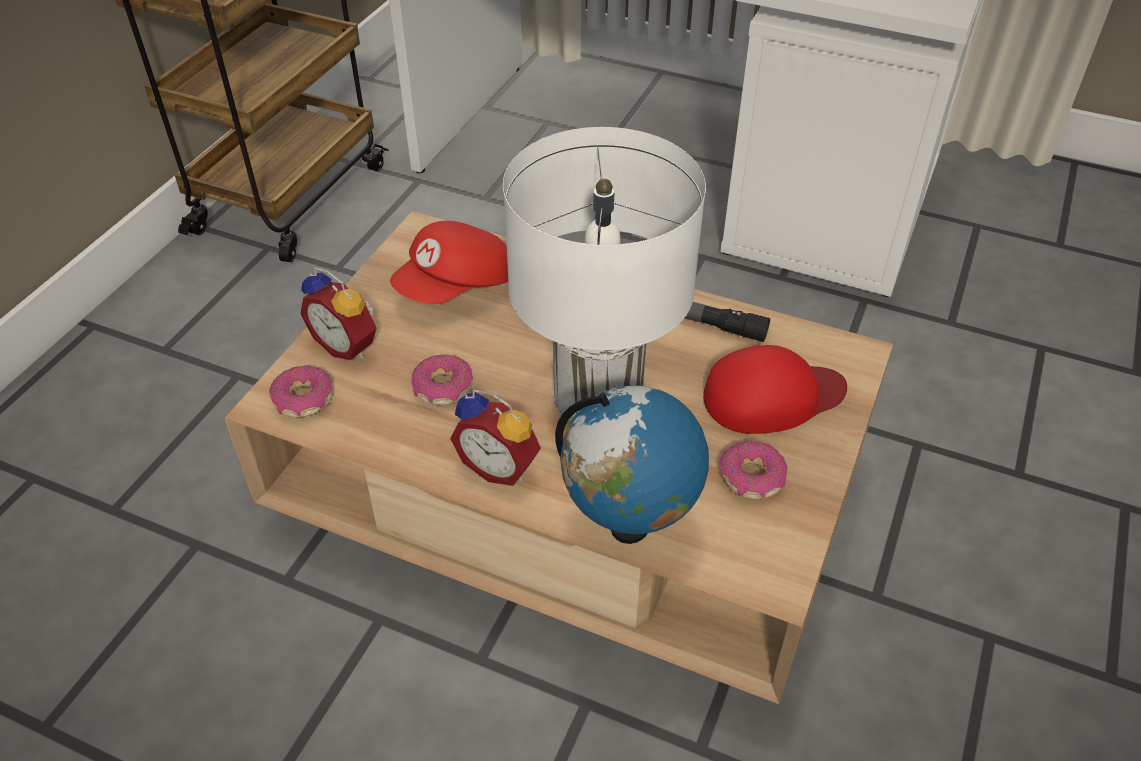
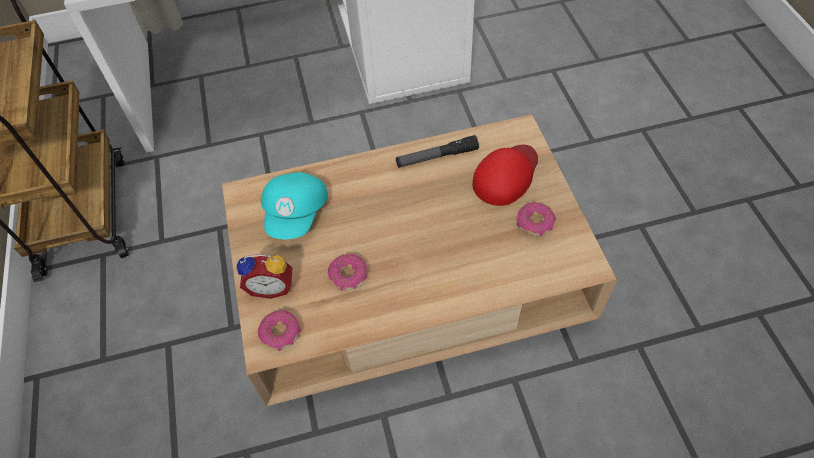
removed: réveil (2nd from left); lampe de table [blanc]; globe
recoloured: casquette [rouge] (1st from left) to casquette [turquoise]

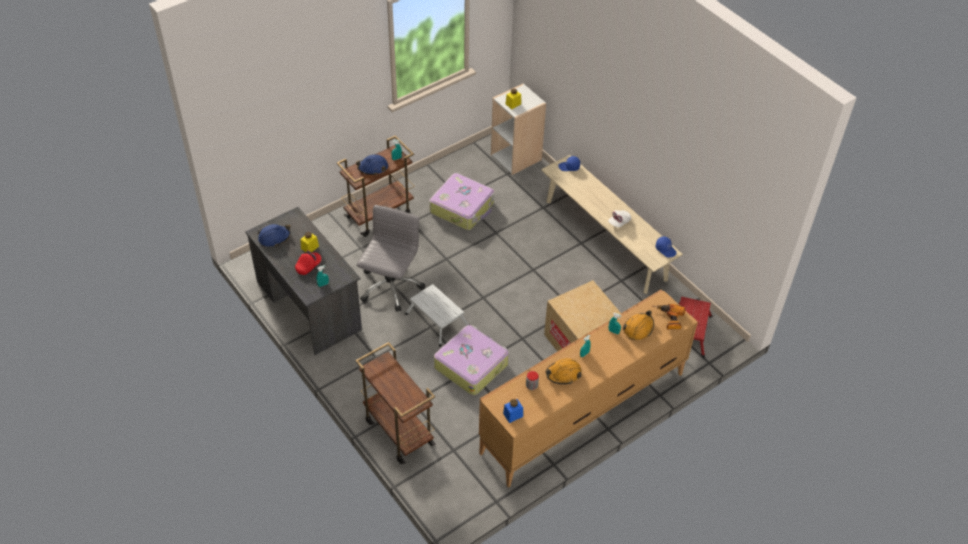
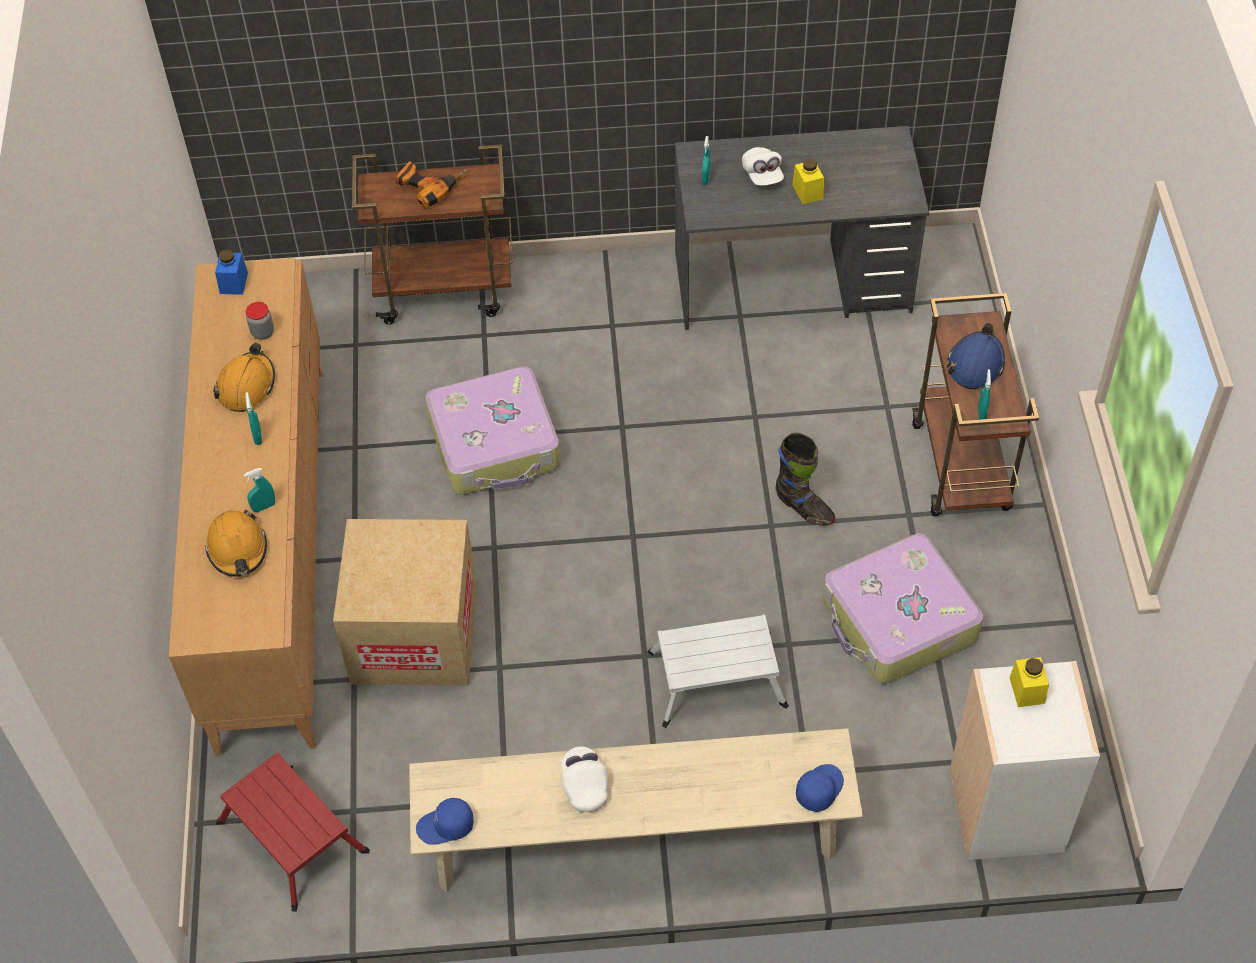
removed: casque de chantier [bleu] (1st from left); chaise de bureau [gris]
added: botte [noir]
moved: escabeau [blanc]; perceuse
recoloured: casquette [rouge] to casquette [blanc] (2nd from left)

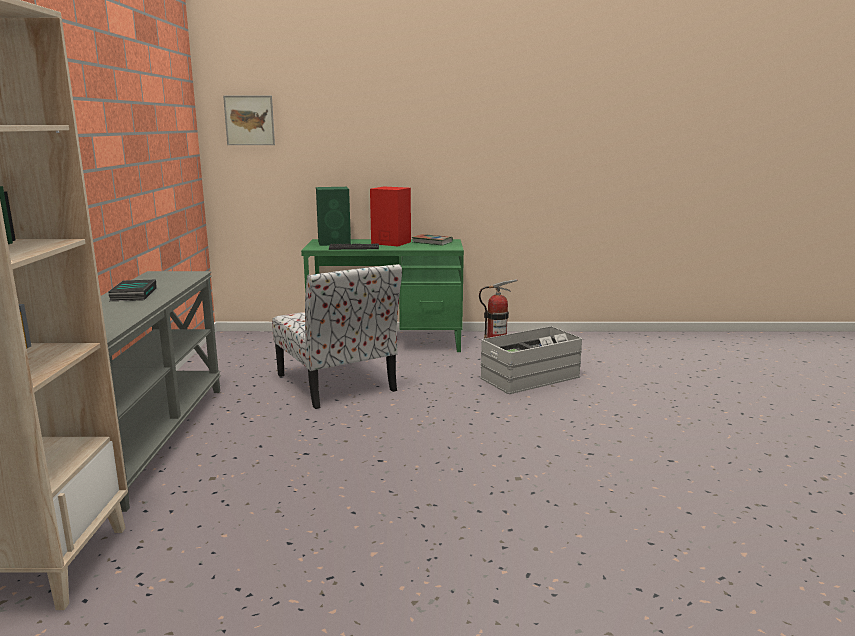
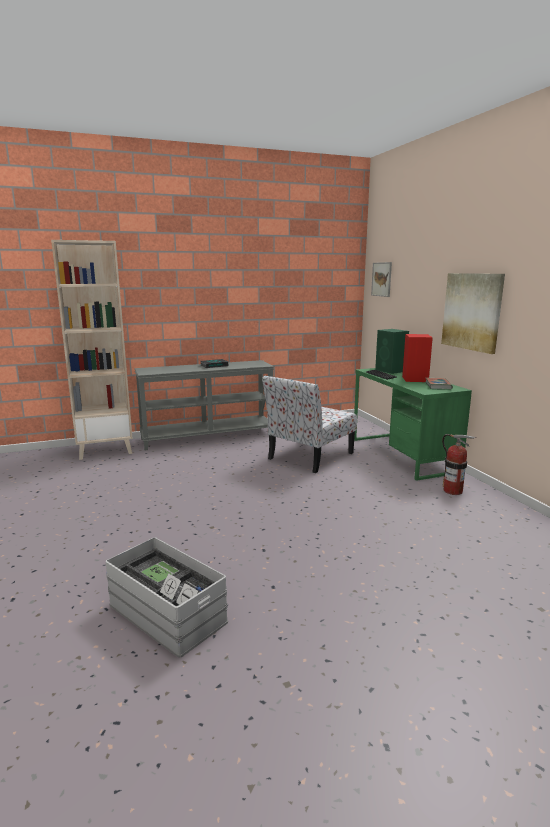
added: tableau (2nd from left)
moved: boîte de rangement [gris]

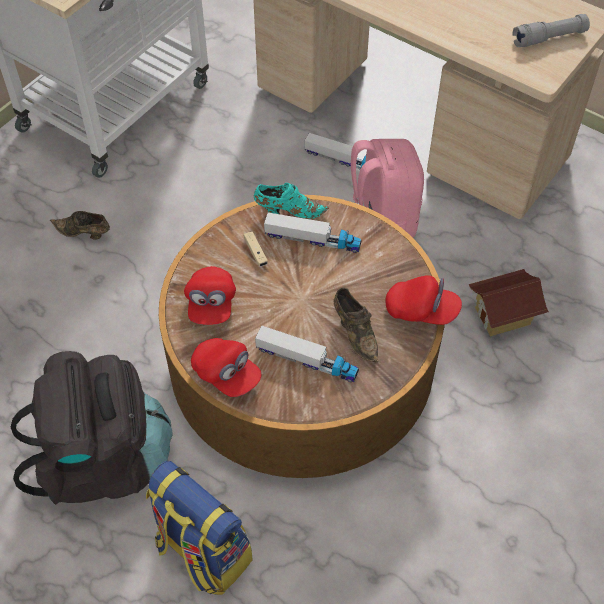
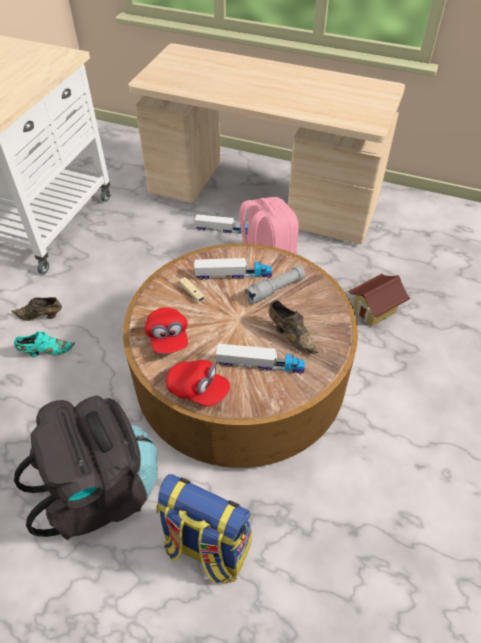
removed: casquette [rouge] (3rd from left)
moved: chaussure [turquoise]; lampe de poche [gris]

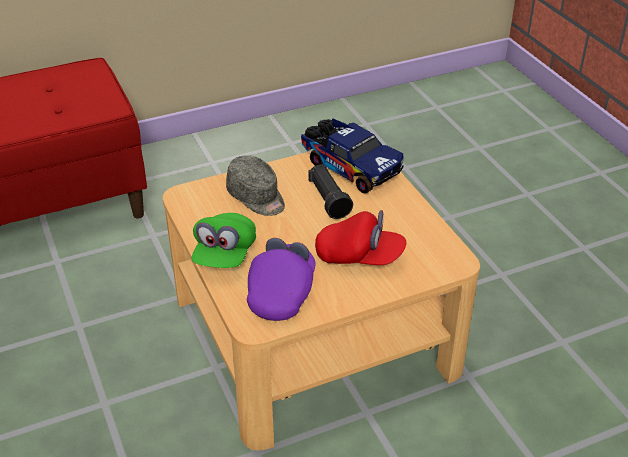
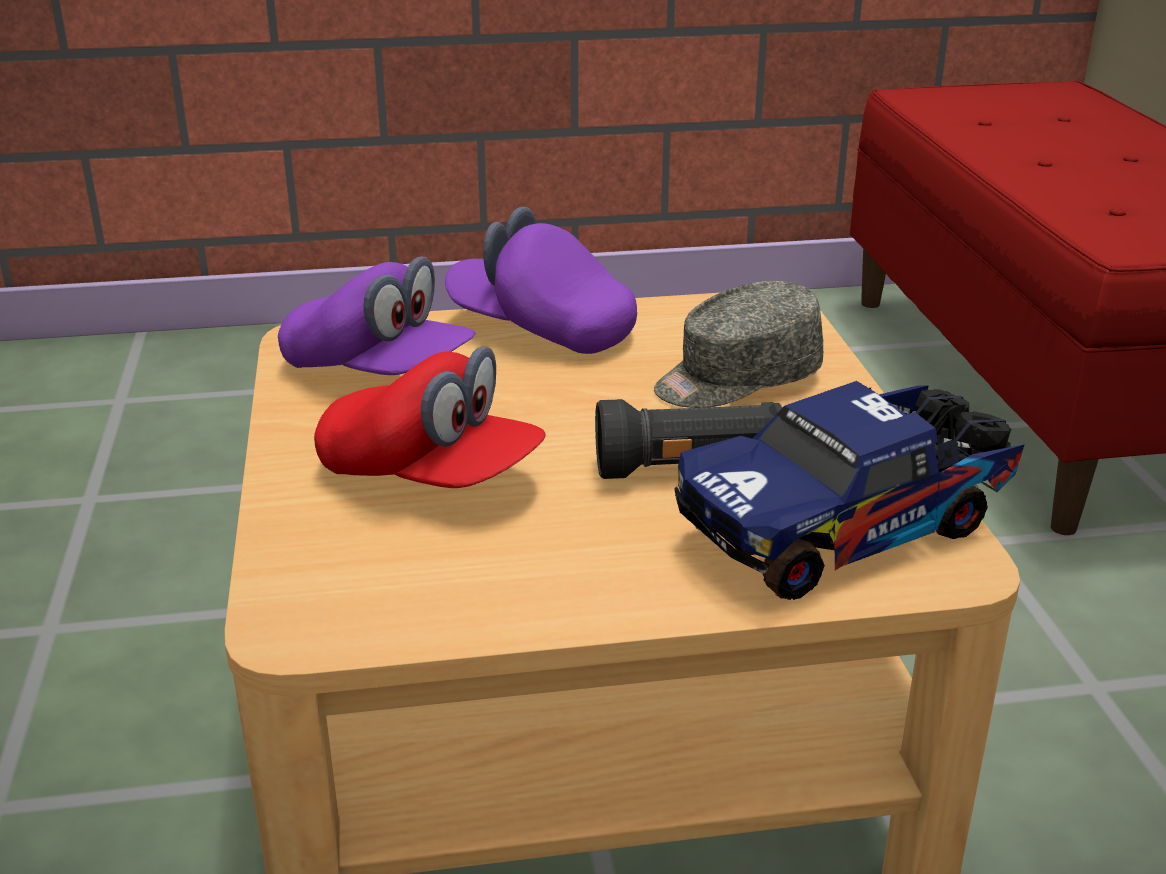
recoloured: casquette [vert] to casquette [violet] (2nd from left)
turned: casquette [rouge] 90 degrees counterclockwise

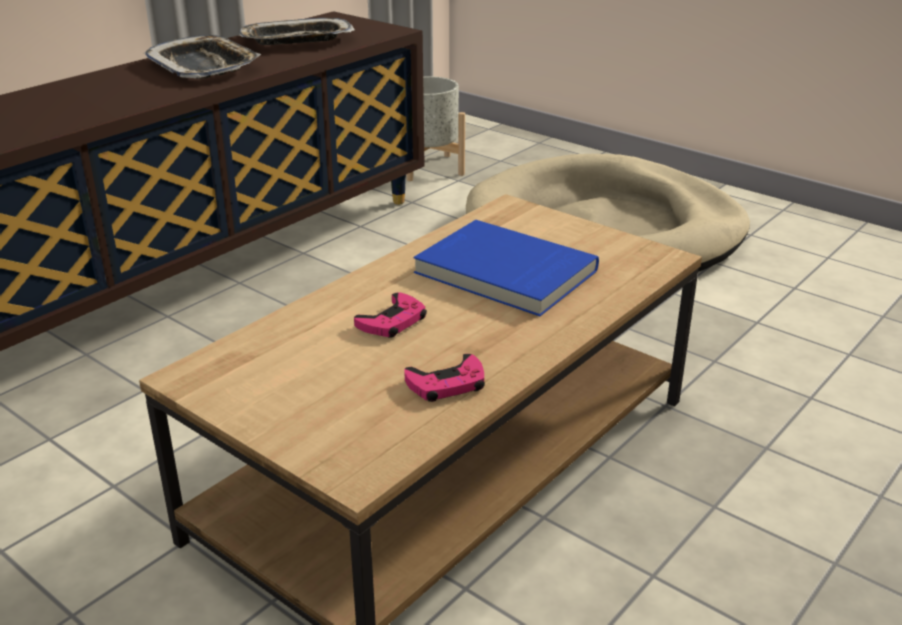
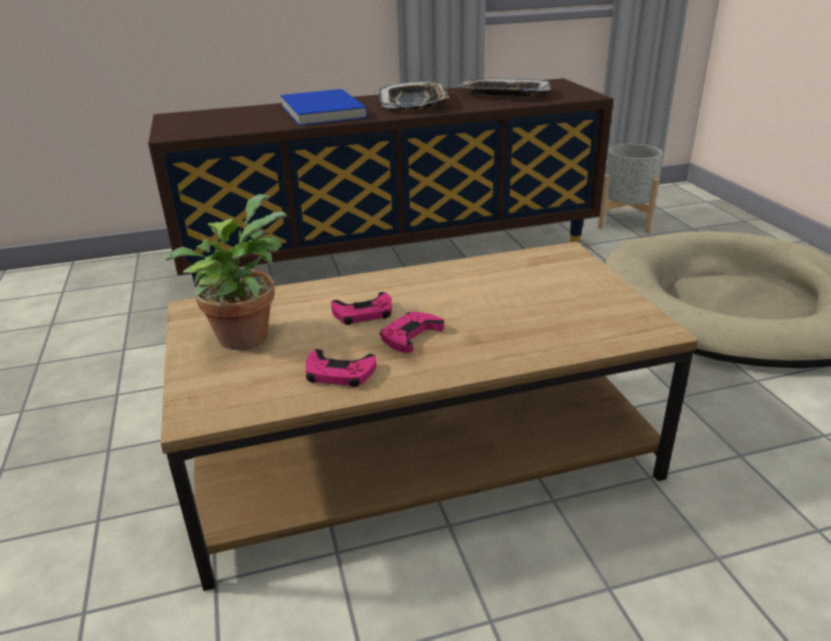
added: plante en pot; manette [rose] (3rd from left)
moved: livre [bleu]

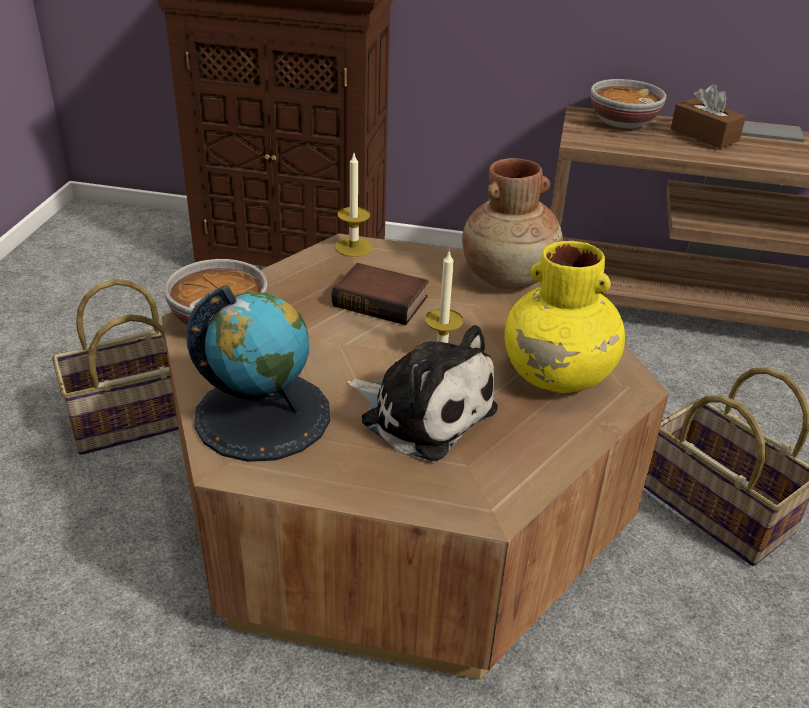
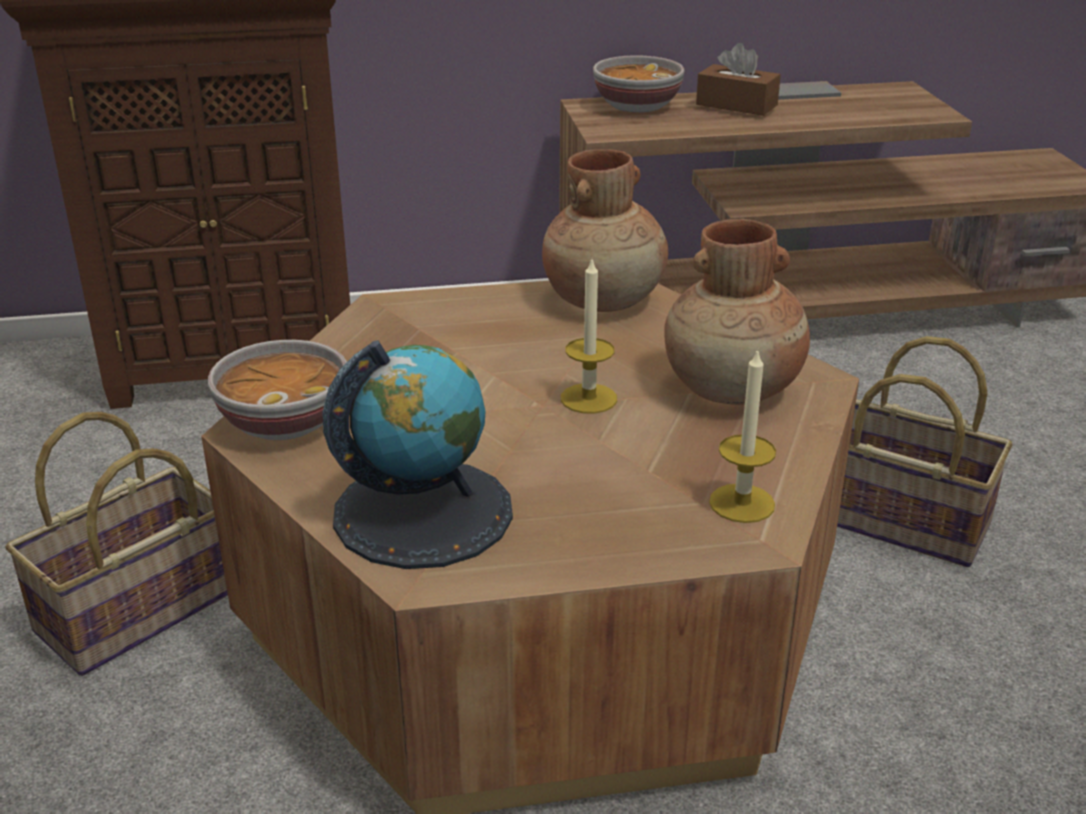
removed: livre; peluche
moved: bougie (1st from left in the first image) to bougie (2nd from left)
recoloured: vase [jaune] to vase [marron] (2nd from left)

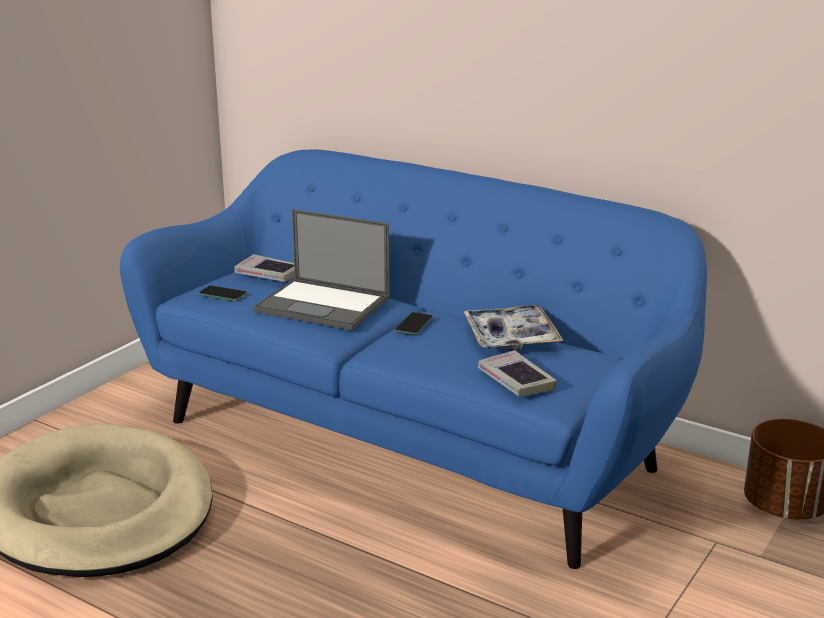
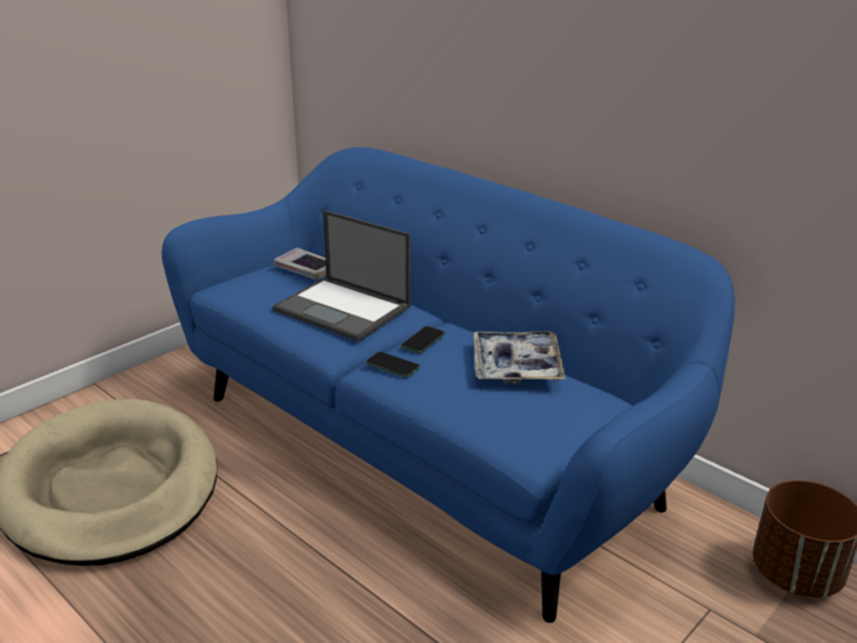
removed: livre (2nd from left)
moved: téléphone (1st from left)

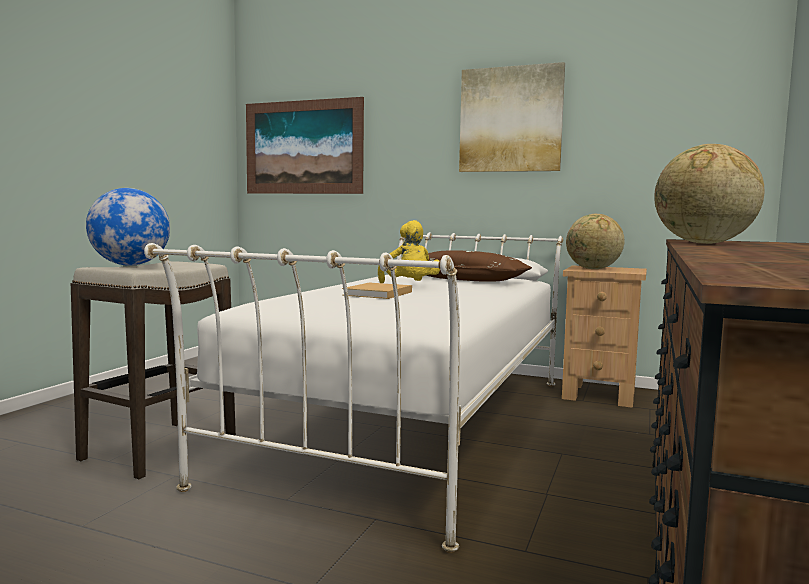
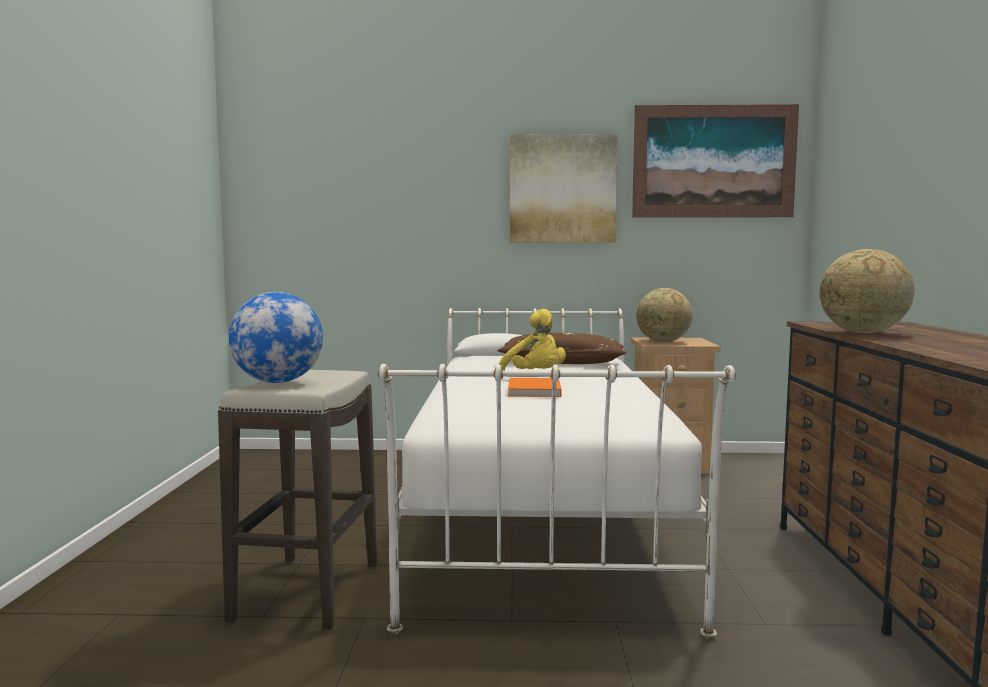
moved: tableau (1st from left in the first image) to tableau (2nd from left)
recoloured: livre [beige] to livre [orange]

